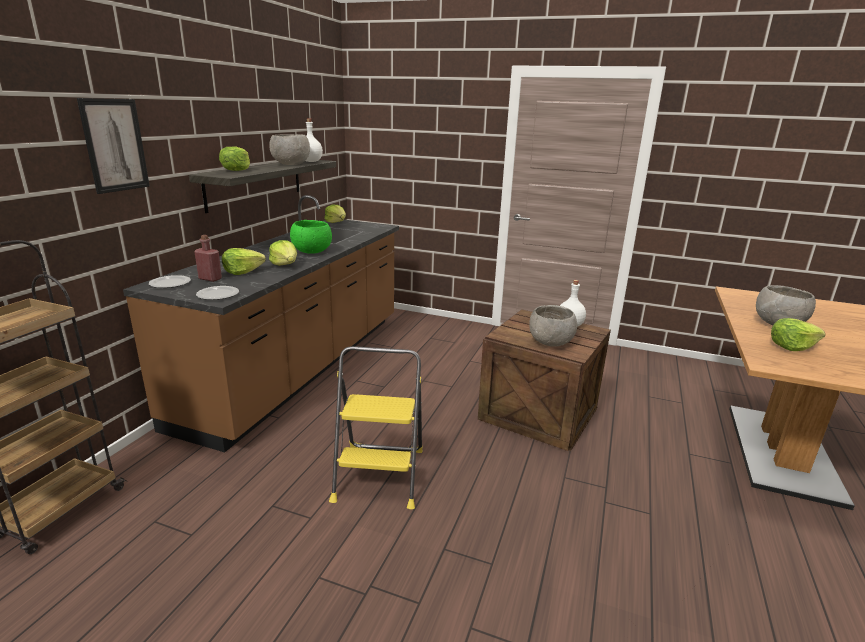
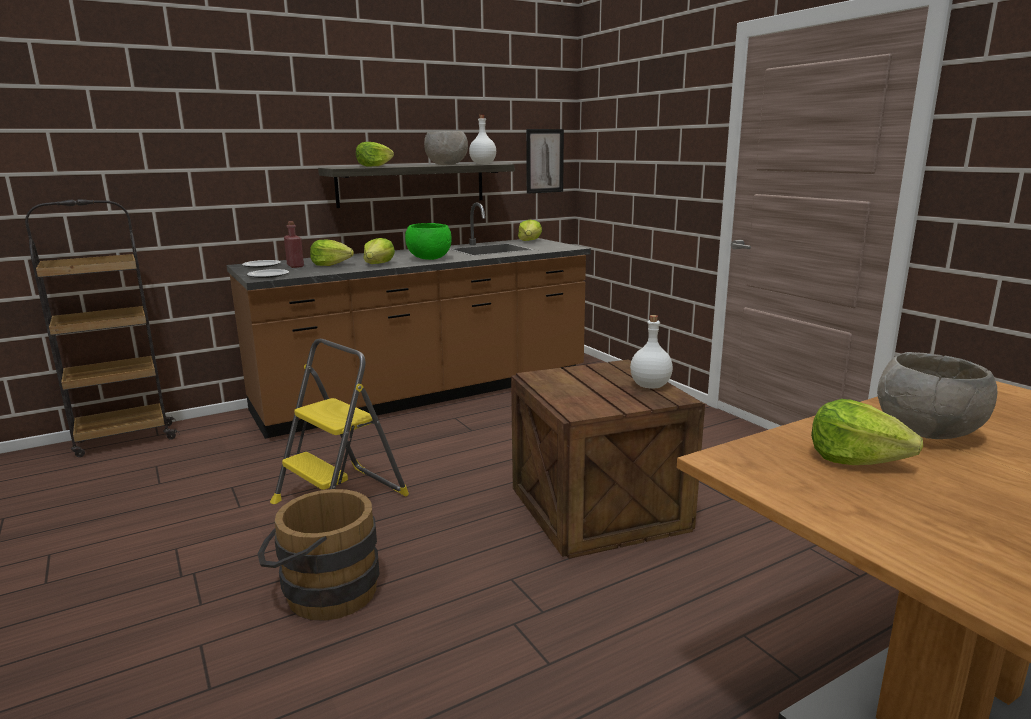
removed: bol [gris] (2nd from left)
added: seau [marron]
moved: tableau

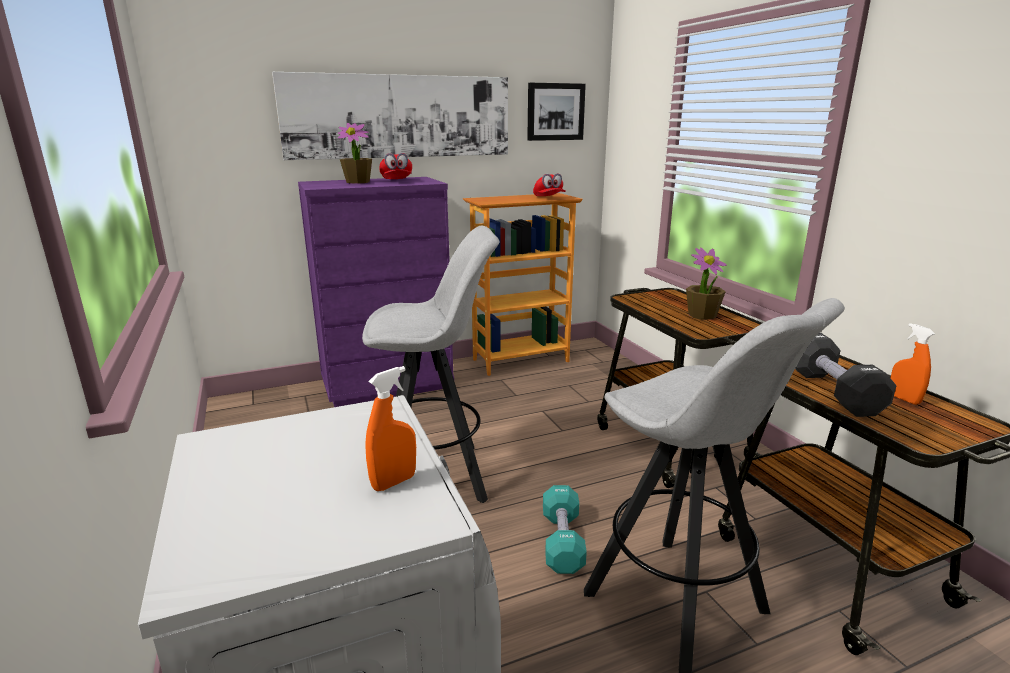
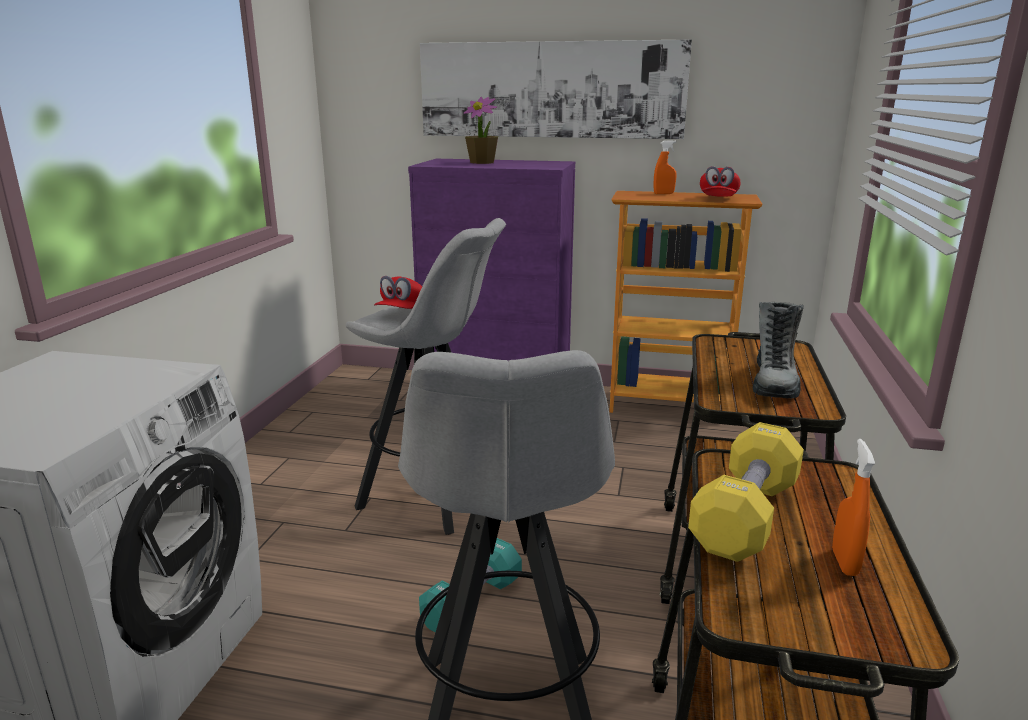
removed: tableau (2nd from left)
moved: vaporisateur [orange] (1st from left); casquette [rouge] (1st from left)
replaced: plante en pot (2nd from left) to botte
recoloured: haltère [noir] to haltère [jaune]

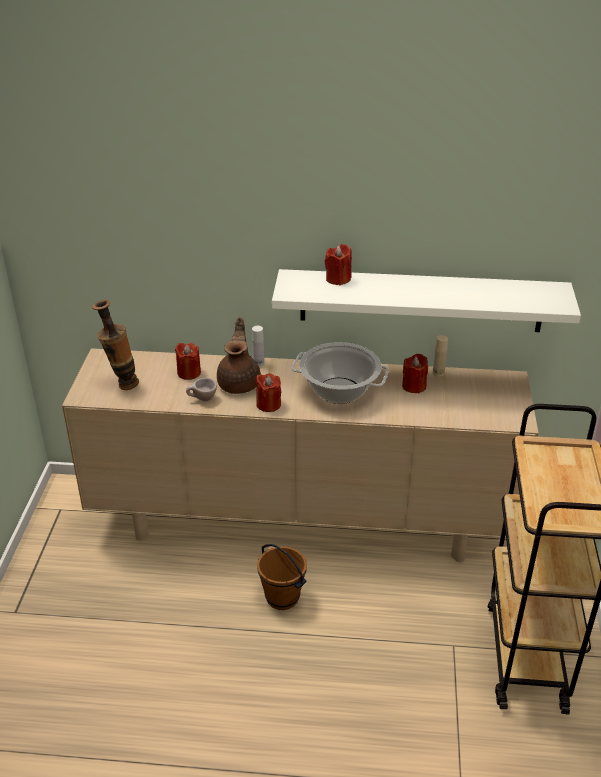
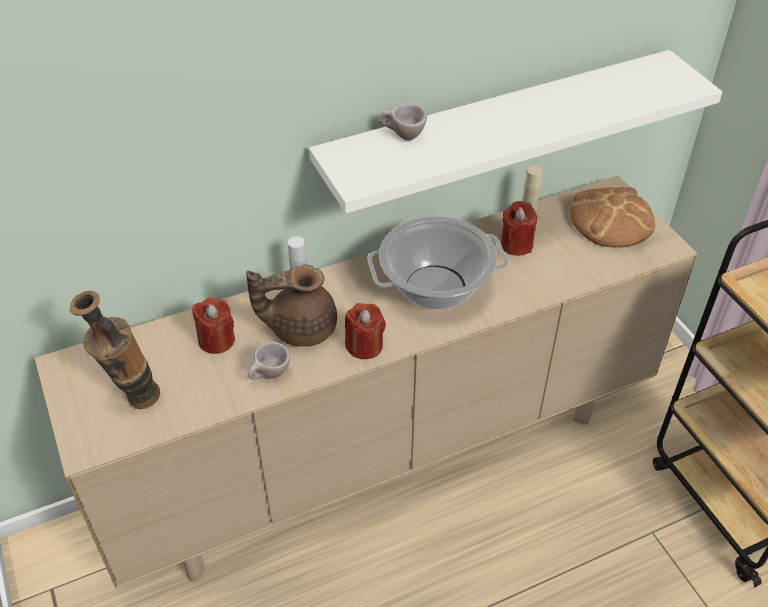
removed: seau [marron]
added: pain
replaced: bougie [rouge] (3rd from left) to tasse [beige] (2nd from left)
turned: théière [marron] 75 degrees counterclockwise

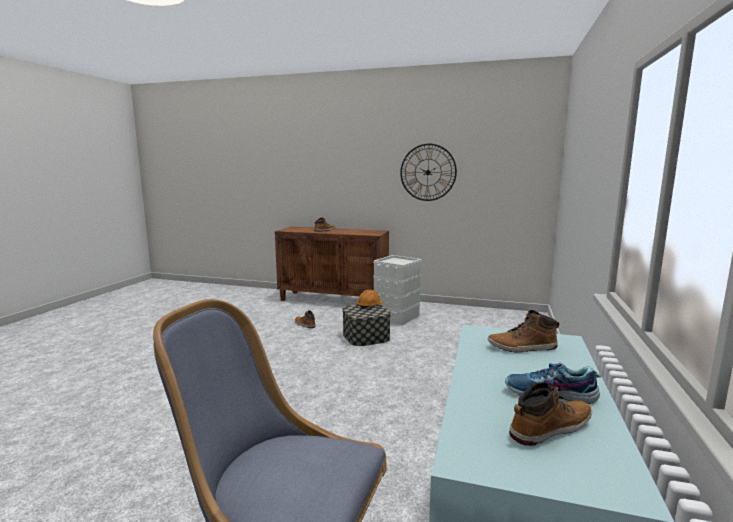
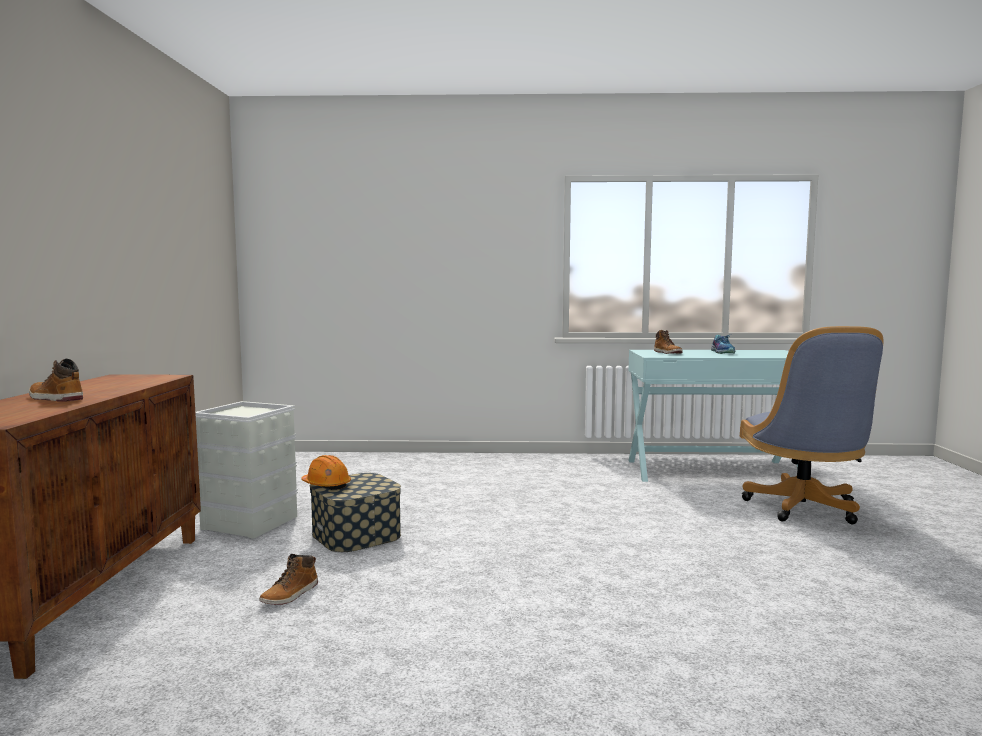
removed: horloge murale; botte (4th from left)

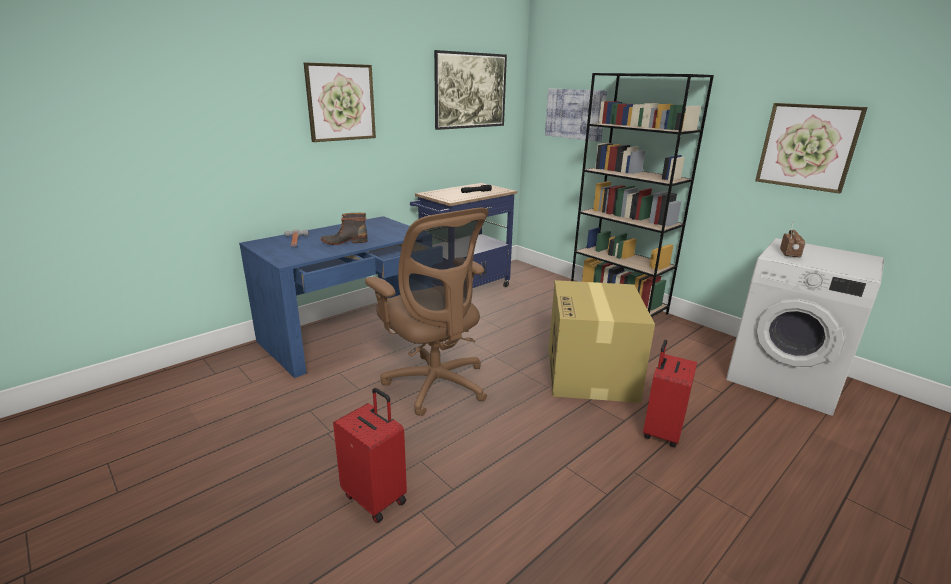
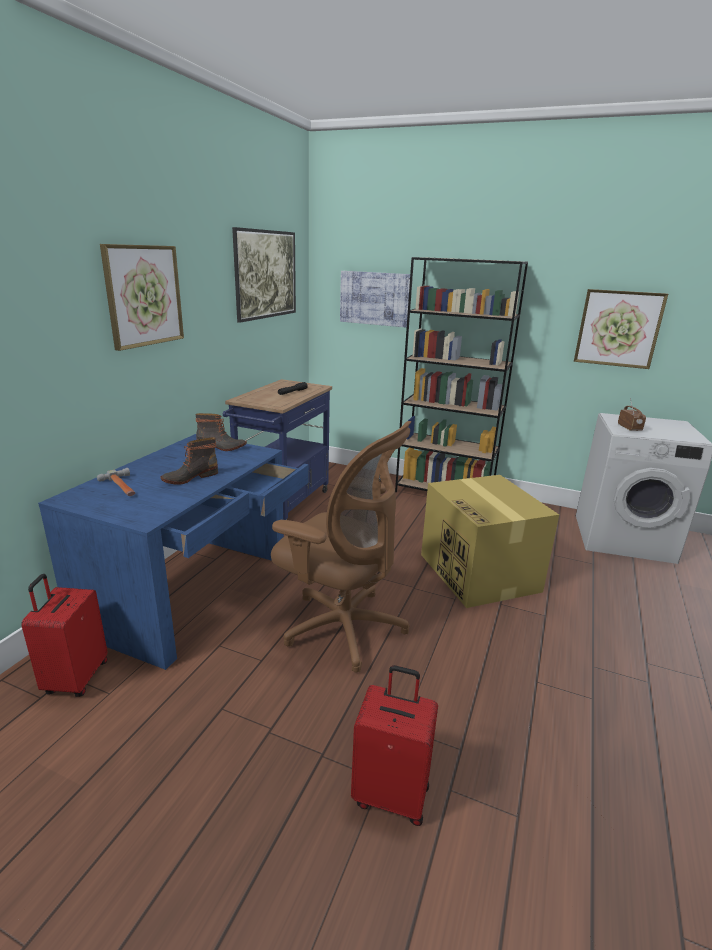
added: botte (2nd from left)
moved: valise [rouge] (2nd from left in the first image) to valise [rouge] (1st from left)

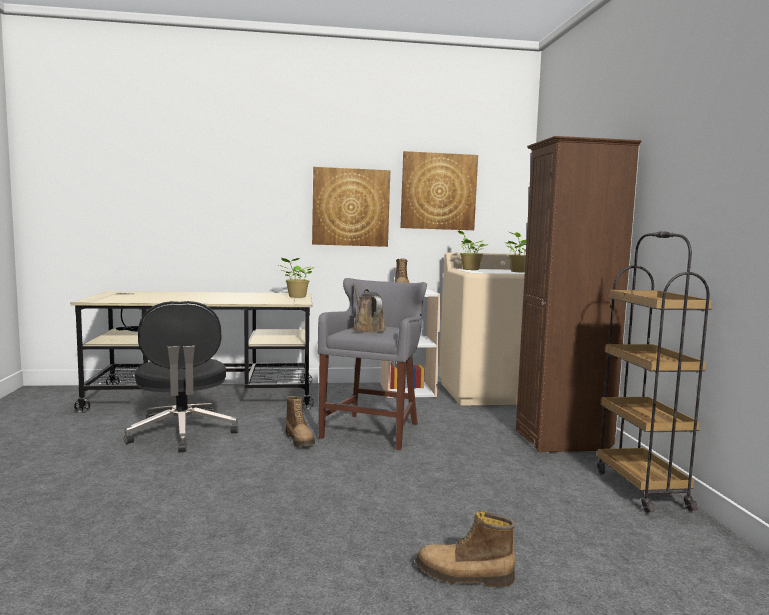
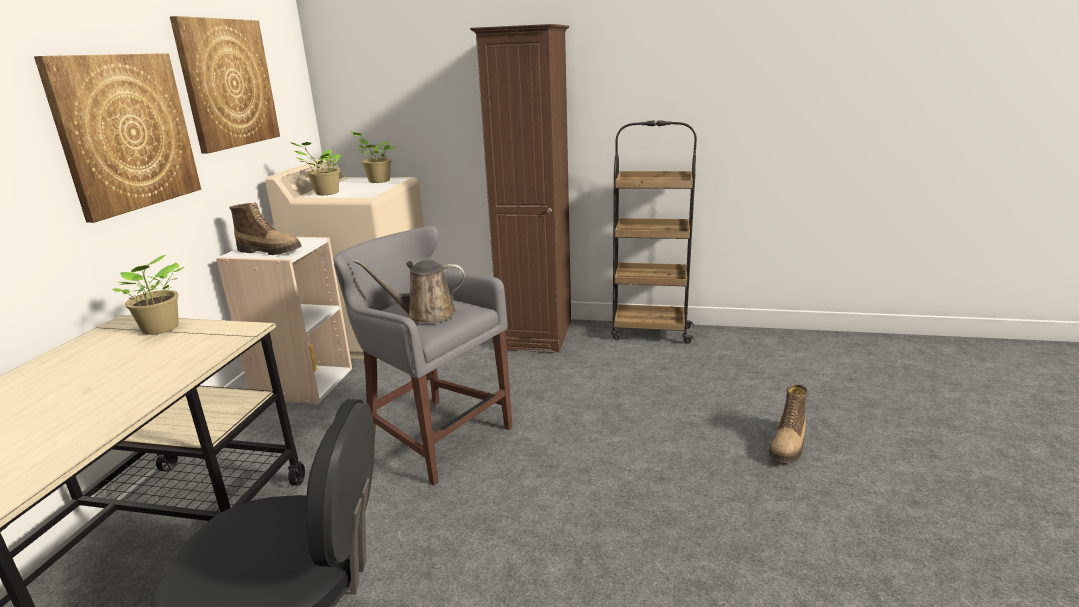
removed: botte (1st from left)

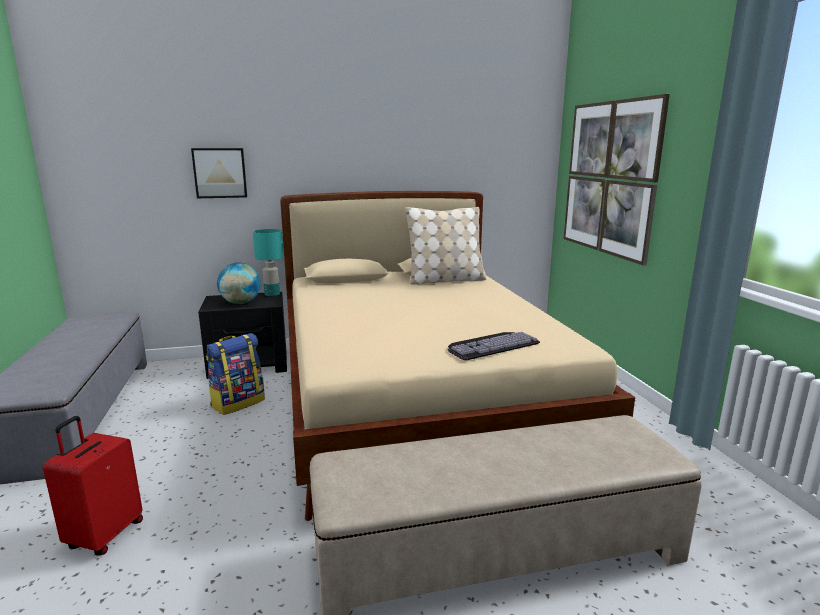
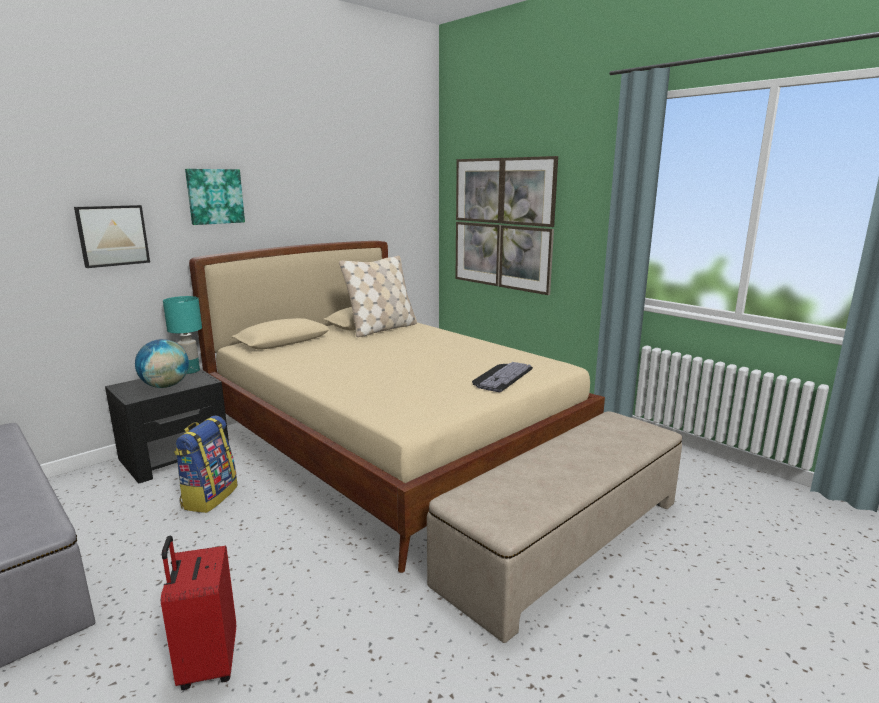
added: tableau (2nd from left)

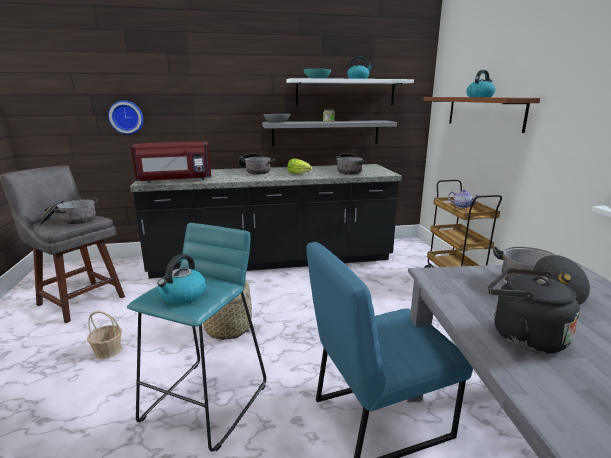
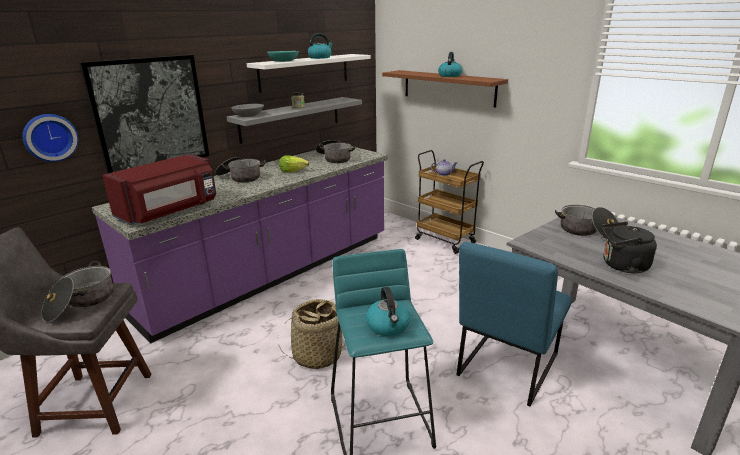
removed: panier (1st from left)
added: tableau
recoloured: comptoir de cuisine [noir] to comptoir de cuisine [violet]

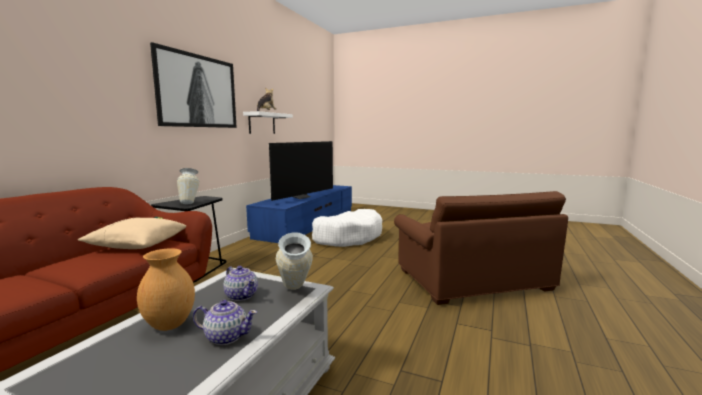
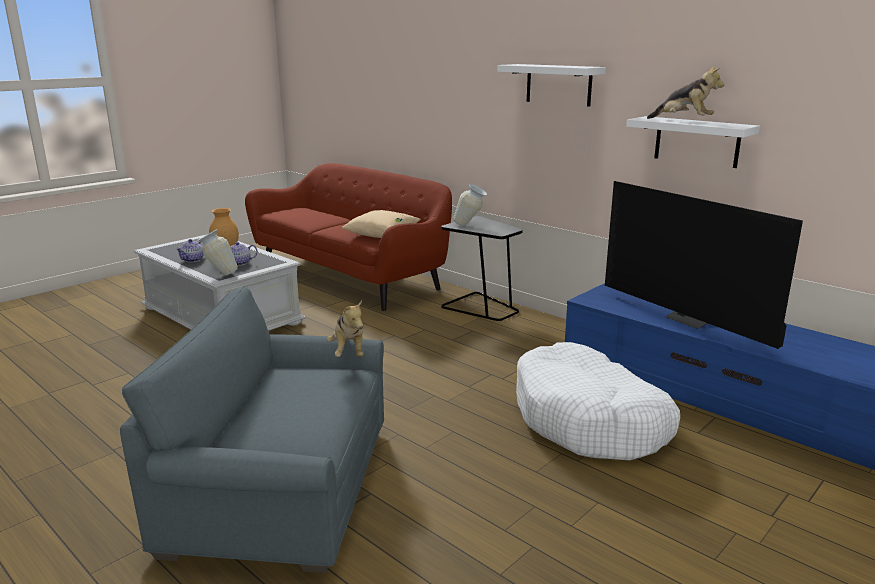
added: peluche (1st from left)
replaced: tableau to étagère [blanc] (1st from left)
recoloured: fauteuil [marron] to fauteuil [gris]

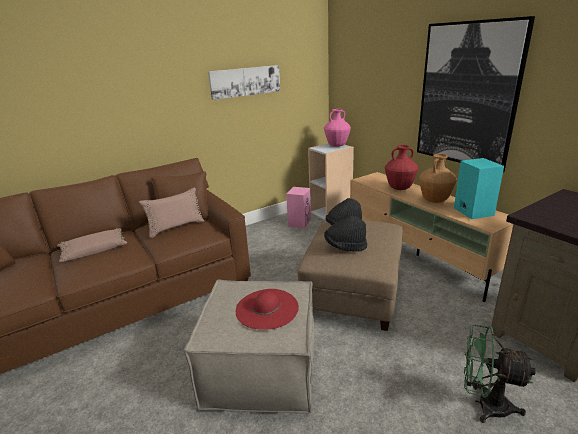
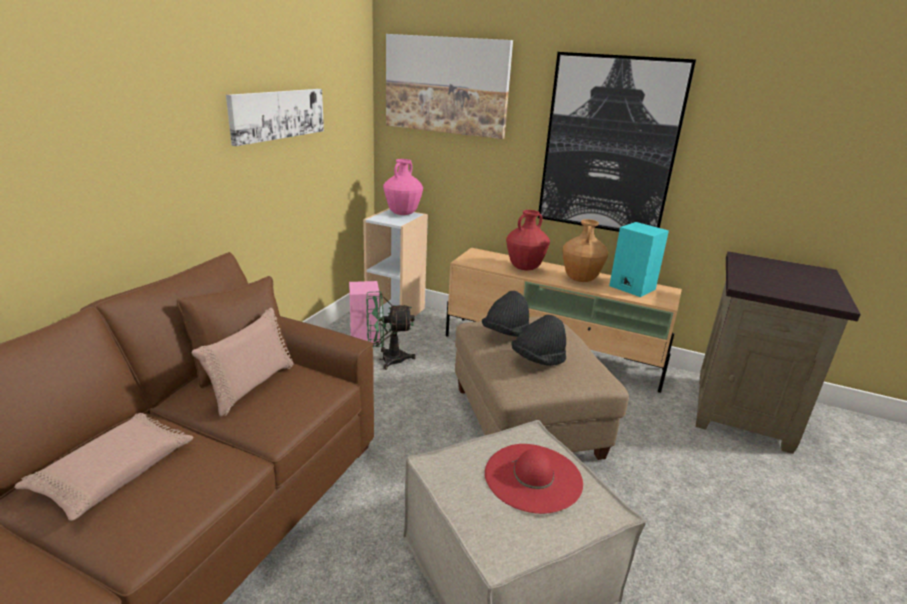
added: tableau (2nd from left)
moved: ventilateur [vert]

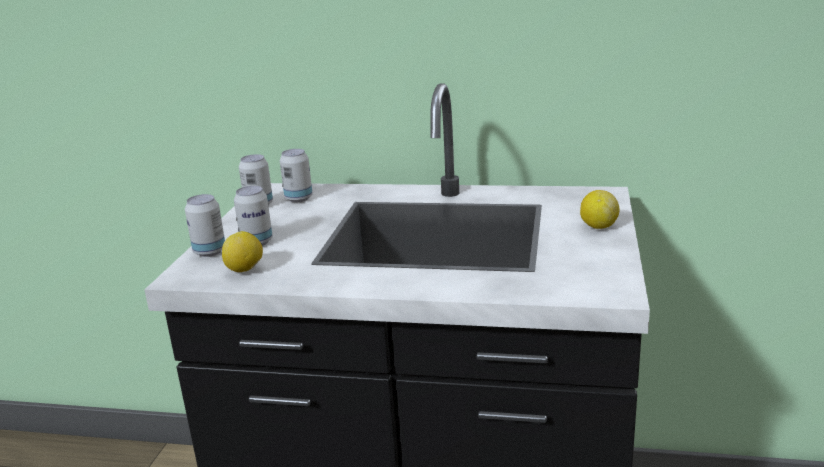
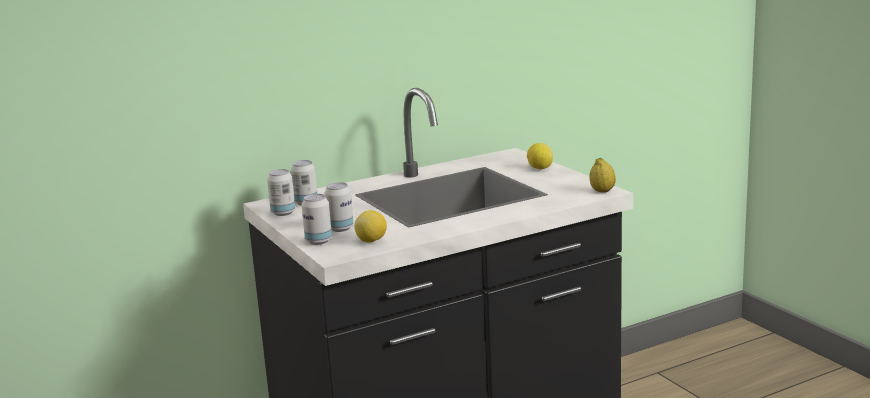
added: citron (3rd from left)

